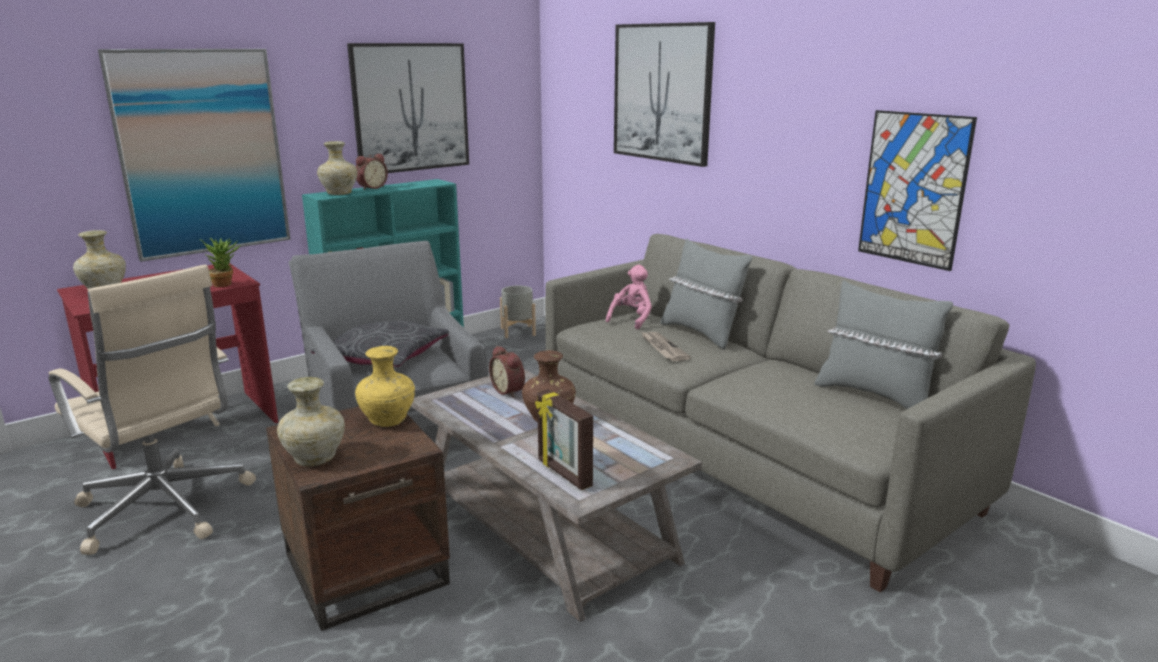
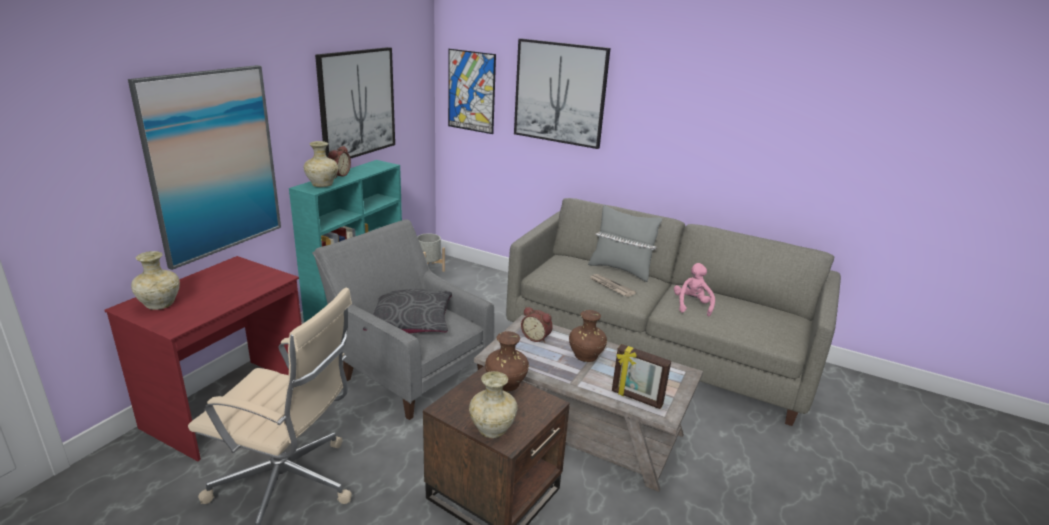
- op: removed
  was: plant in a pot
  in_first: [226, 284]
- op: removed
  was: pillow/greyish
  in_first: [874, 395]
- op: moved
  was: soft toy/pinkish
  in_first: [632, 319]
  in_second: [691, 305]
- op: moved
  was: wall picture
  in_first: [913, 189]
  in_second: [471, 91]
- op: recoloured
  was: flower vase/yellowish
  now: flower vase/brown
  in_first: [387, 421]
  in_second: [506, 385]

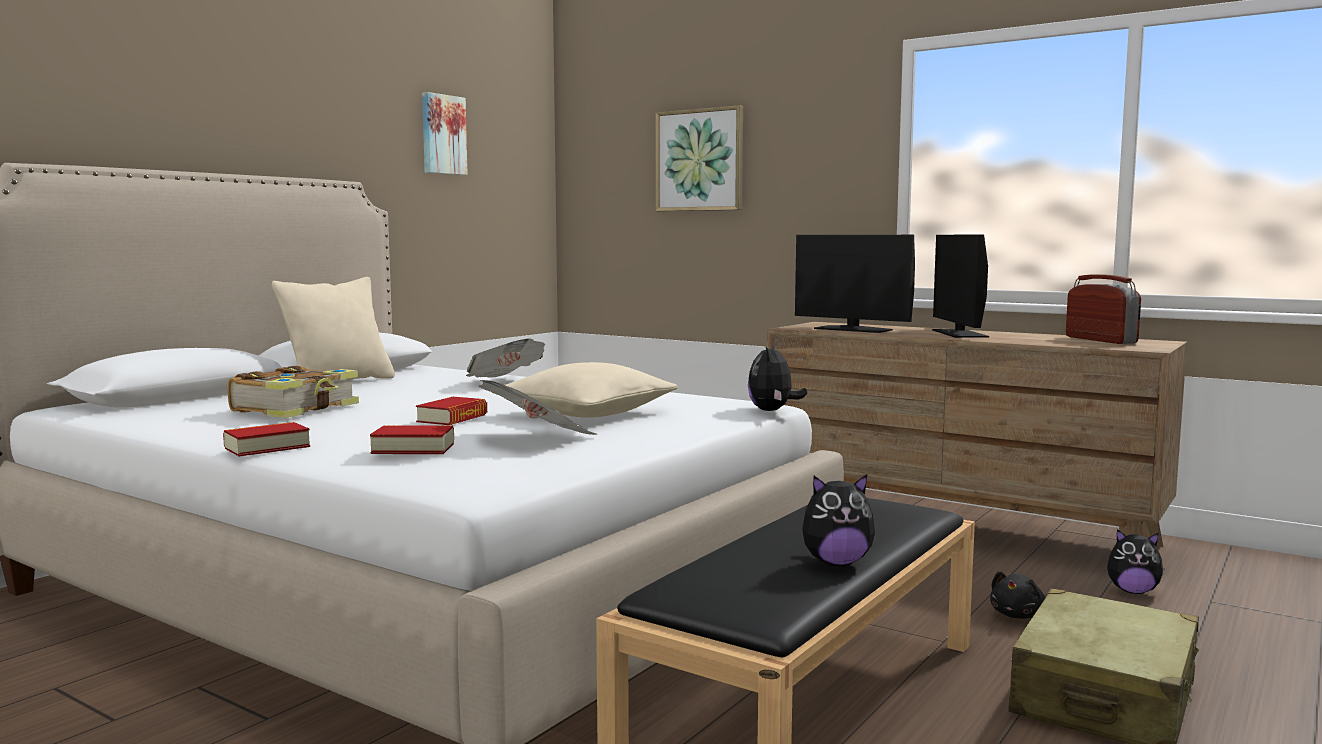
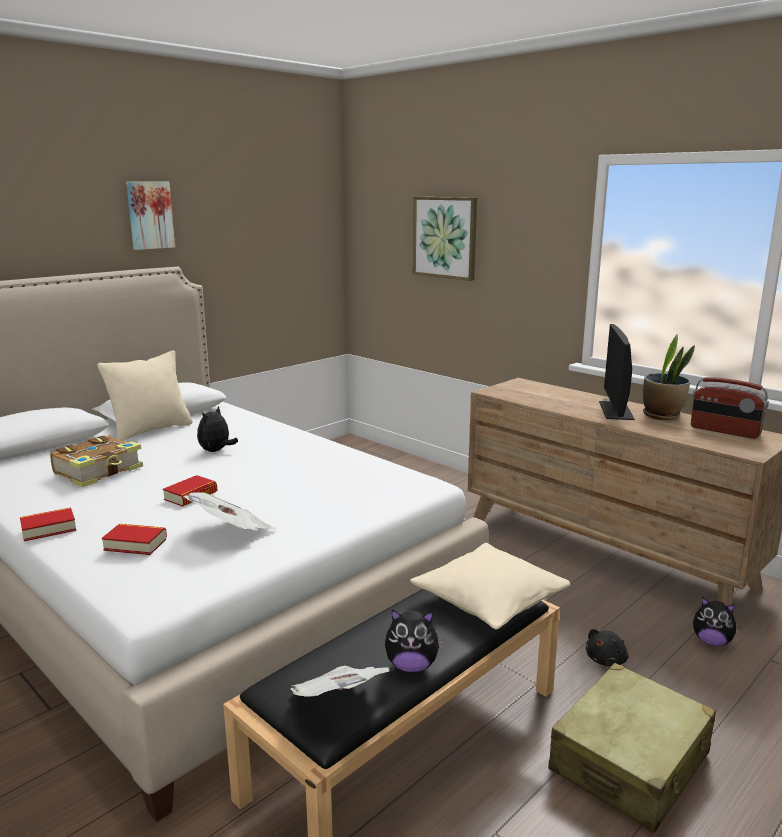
- op: removed
  was: computer screen
  in_first: [853, 329]
- op: added
  now: plant in a pot
  in_second: [662, 415]
- op: moved
  was: wall picture
  in_first: [442, 134]
  in_second: [149, 215]
- op: moved
  was: printed paper
  in_first: [505, 382]
  in_second: [340, 702]
- op: moved
  was: pillow/beige
  in_first: [586, 413]
  in_second: [489, 600]
- op: moved
  was: soft toy
  in_first: [772, 411]
  in_second: [216, 451]
- op: turned
  was: radio receiver
  in_first: [1101, 340]
  in_second: [724, 431]
  clockwise: 135

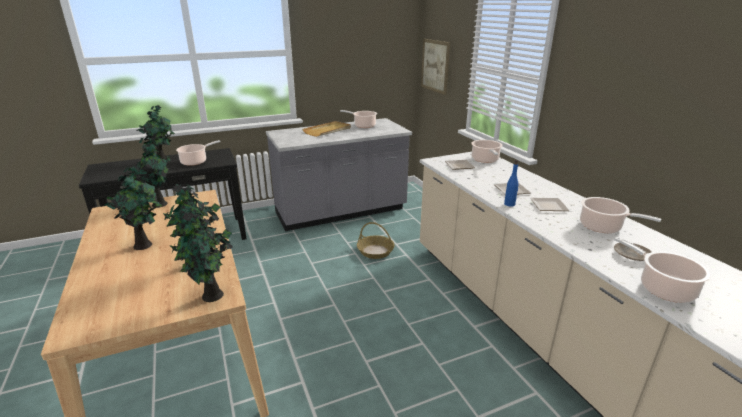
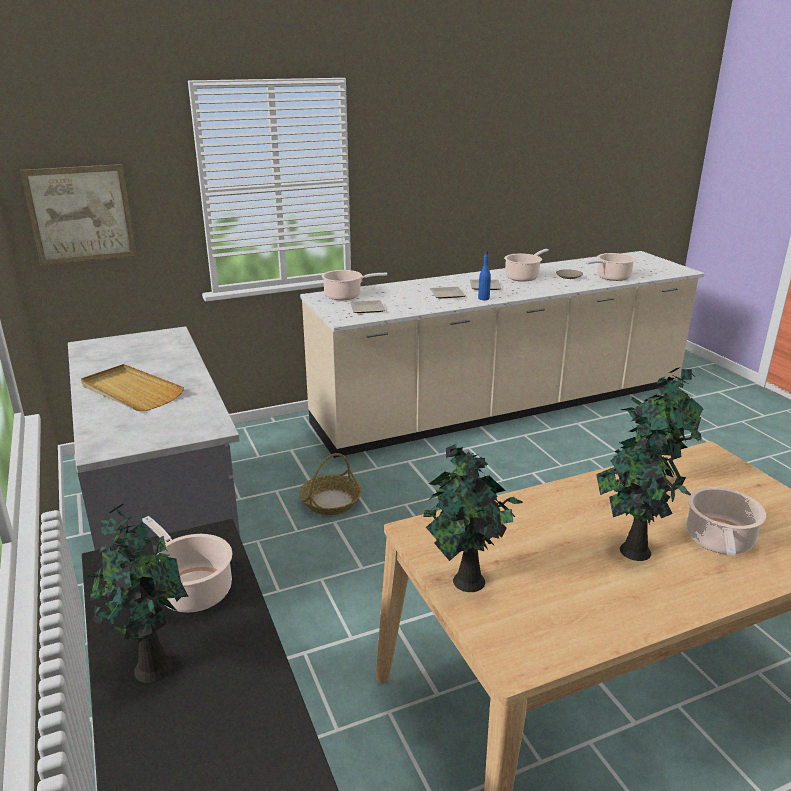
- op: removed
  was: plant in a pot
  in_first: [212, 296]
- op: moved
  was: saucepot
  in_first: [363, 126]
  in_second: [719, 541]

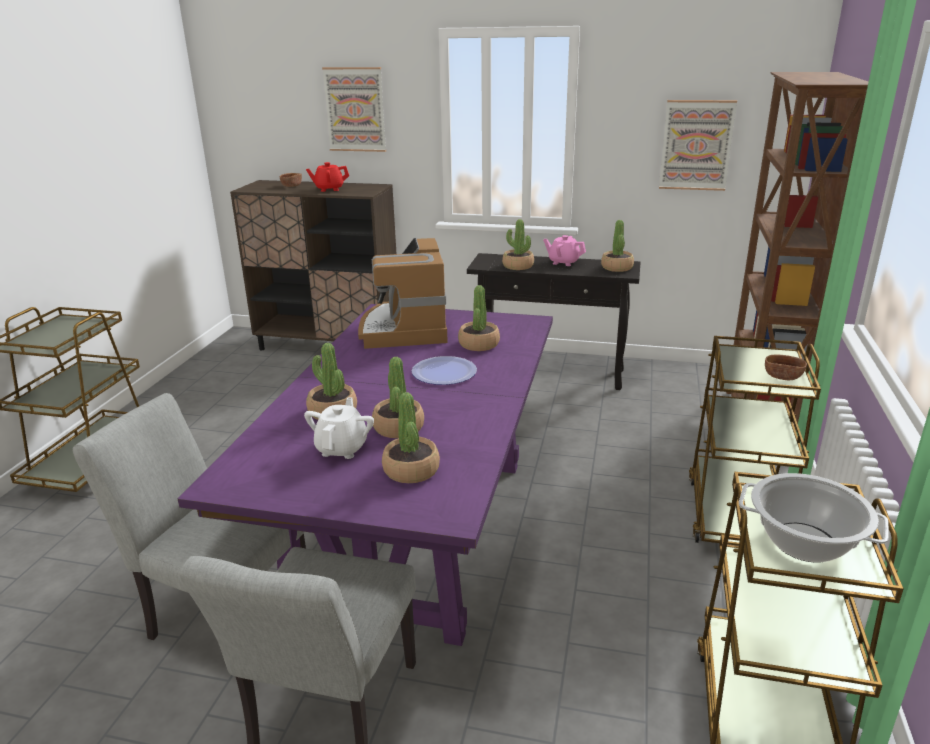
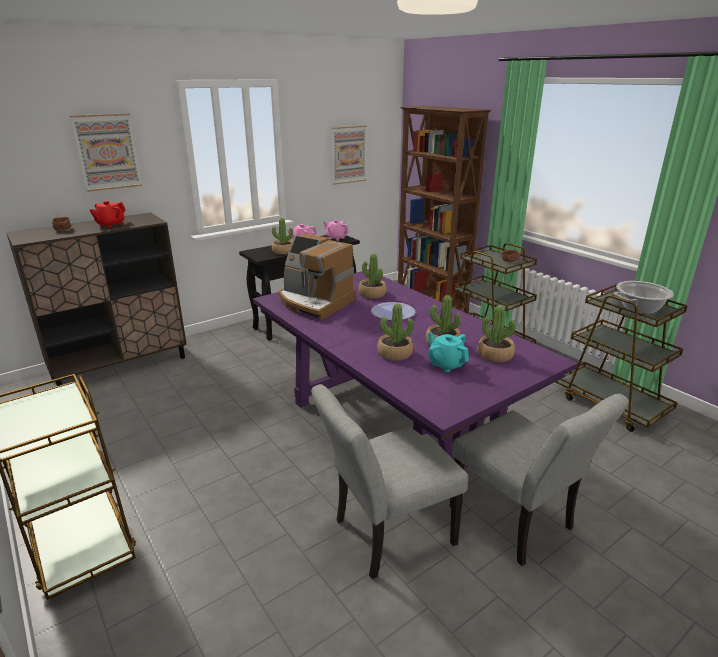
- op: replaced
  was: plant in a pot
  now: tea pot/pinkish
  in_first: [617, 268]
  in_second: [336, 238]
- op: recoloured
  was: tea pot/white-coloured
  now: tea pot/blue-green
  in_first: [342, 448]
  in_second: [446, 364]

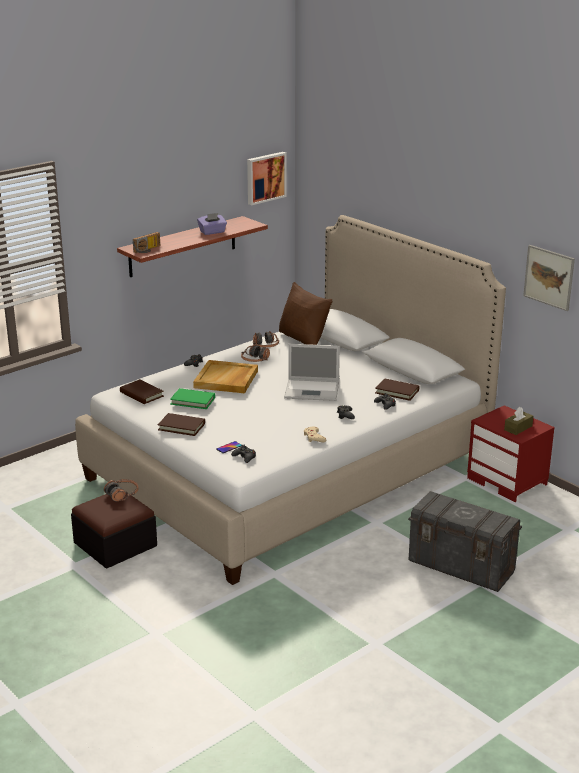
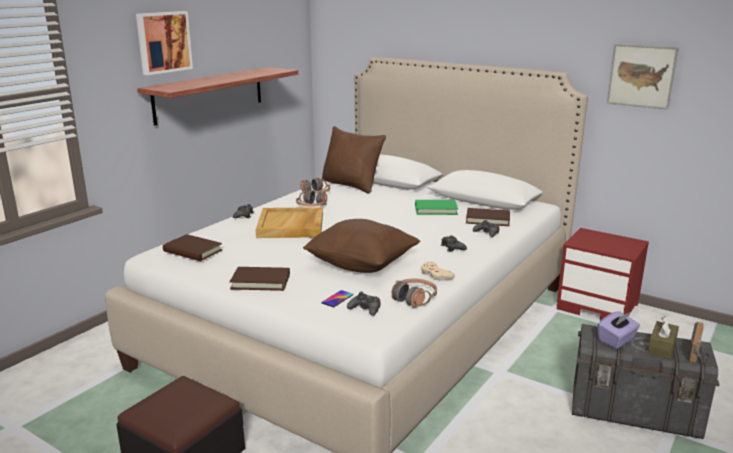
- op: removed
  was: notebook computer
  in_first: [313, 390]
- op: added
  now: pillow/brown
  in_second: [361, 266]
- op: moved
  was: headset
  in_first: [122, 494]
  in_second: [414, 299]
- op: moved
  was: radio receiver
  in_first: [148, 250]
  in_second: [699, 353]
- op: moved
  was: book/greenish
  in_first: [193, 401]
  in_second: [436, 210]
- op: moved
  was: tissue box/purplish
  in_first: [212, 232]
  in_second: [616, 340]
- op: moved
  was: wall picture
  in_first: [265, 177]
  in_second: [163, 42]
- op: moved
  was: tissue box/brown
  in_first: [518, 428]
  in_second: [662, 346]

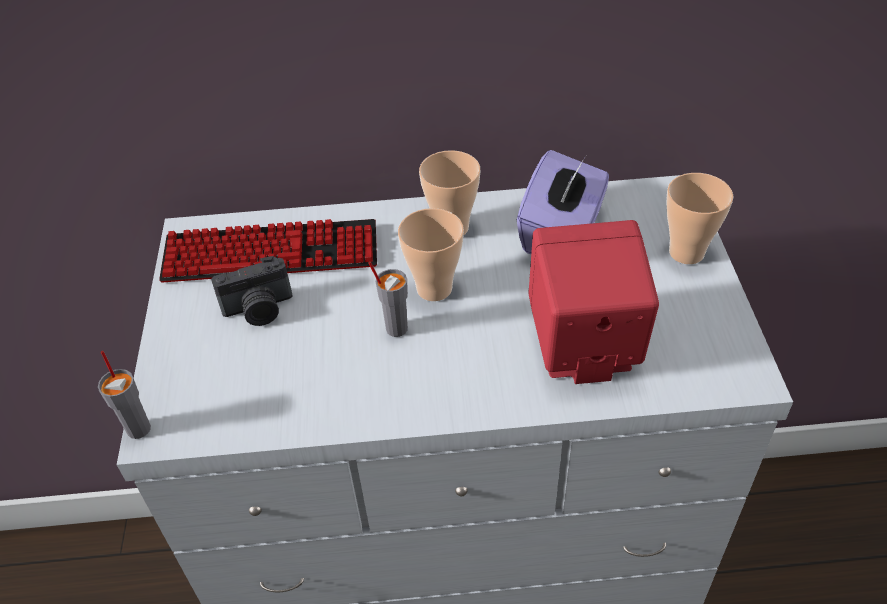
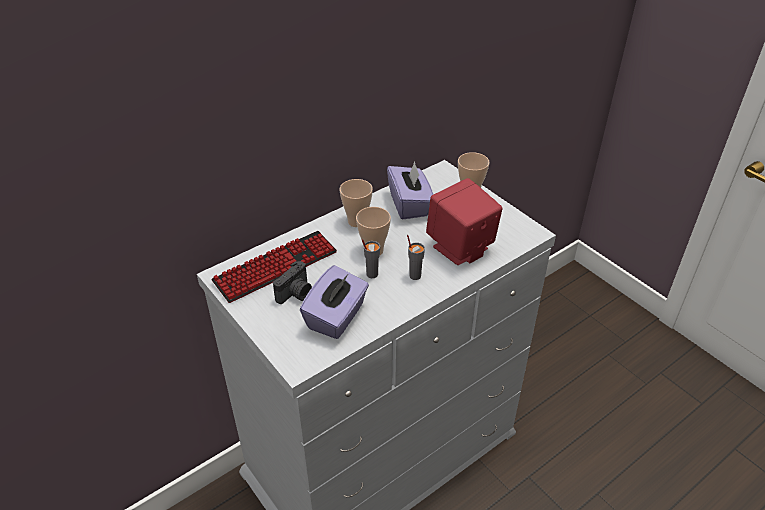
- op: added
  now: tissue box/purplish
  in_second: [336, 317]
- op: moved
  was: small cup/greyish
  in_first: [139, 428]
  in_second: [415, 275]

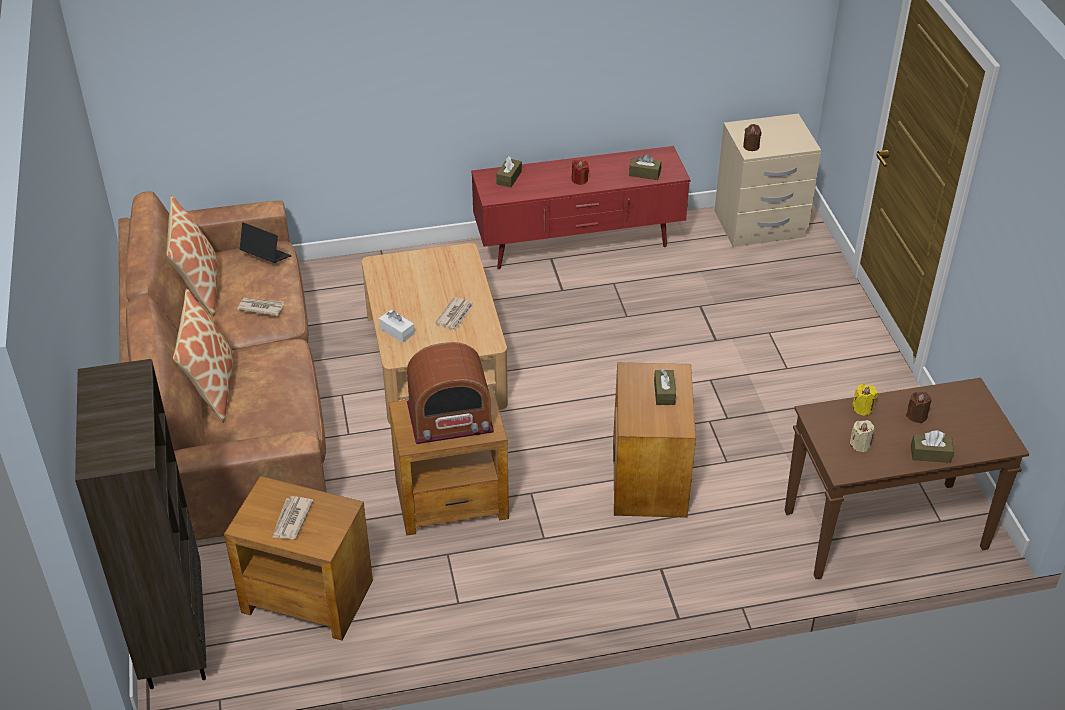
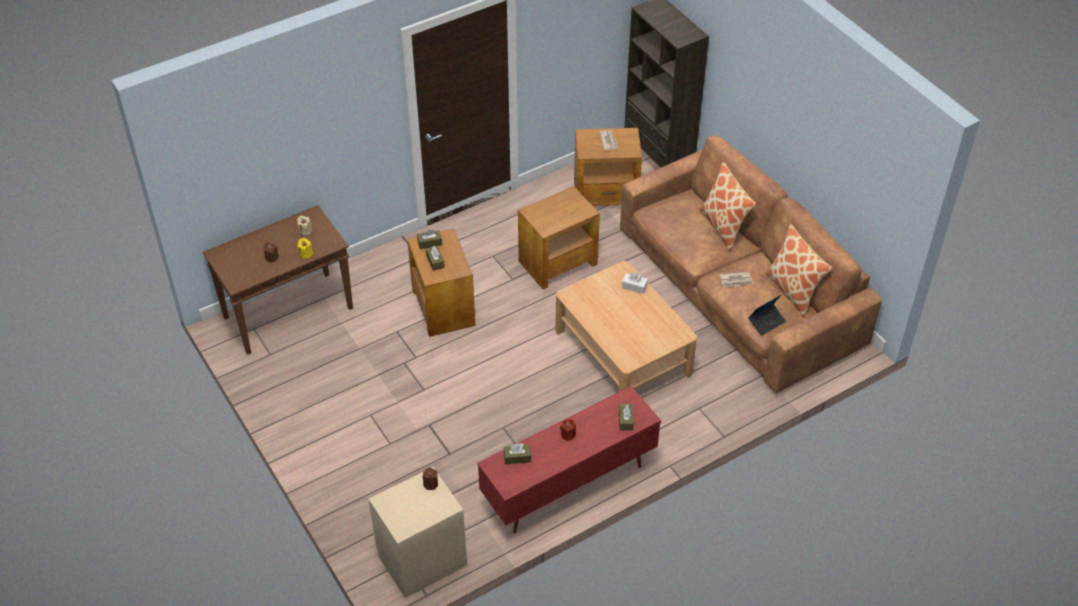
- op: removed
  was: radio receiver
  in_first: [450, 418]
- op: removed
  was: printed paper
  in_first: [455, 315]
- op: moved
  was: tissue box/brown
  in_first: [930, 454]
  in_second: [429, 243]
- op: turned
  was: notebook computer
  in_first: [266, 256]
  in_second: [766, 322]
  clockwise: -45

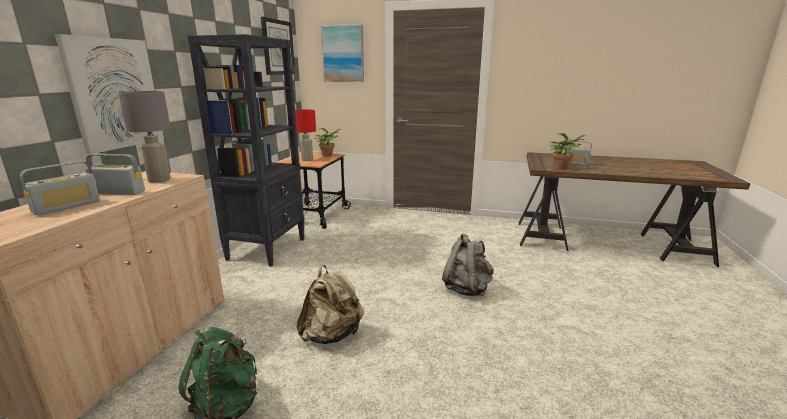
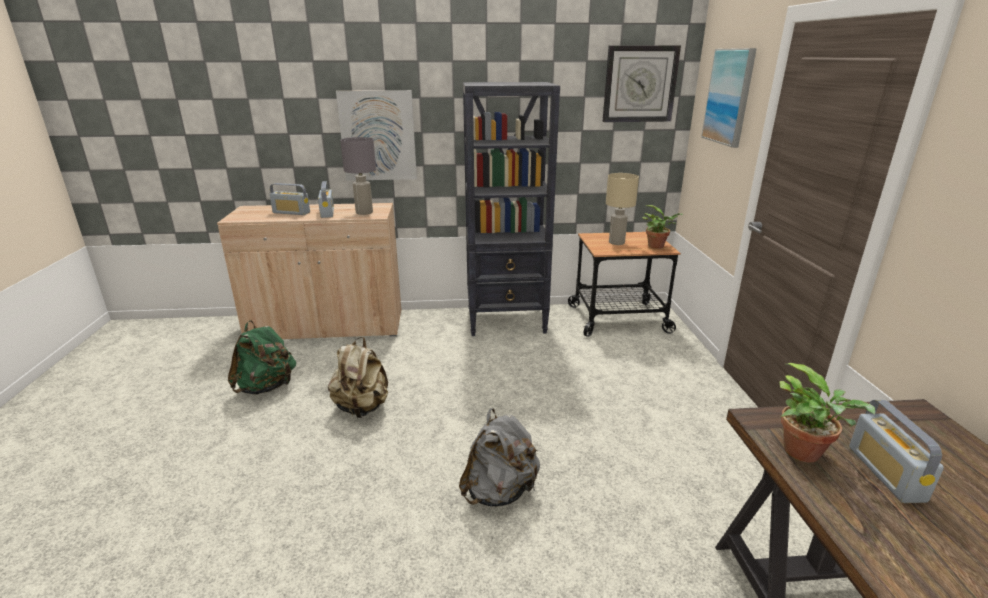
- op: recoloured
  was: table lamp/red-coloured
  now: table lamp/beige
  in_first: [307, 160]
  in_second: [616, 243]

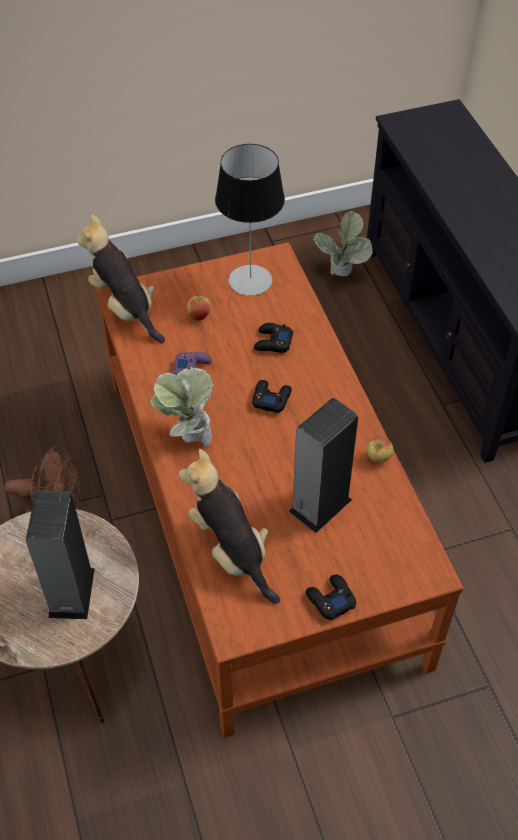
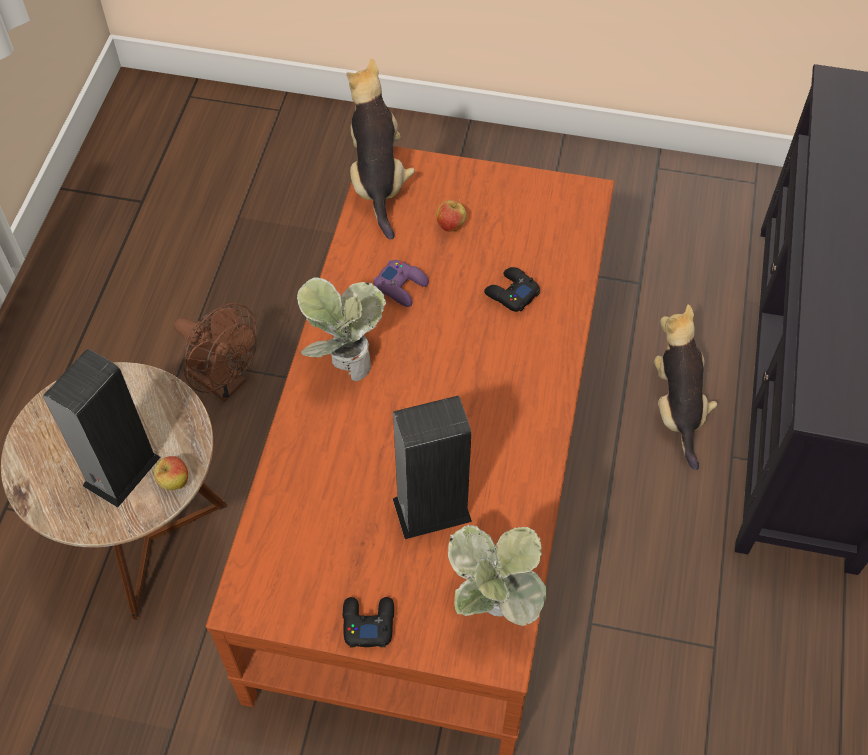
- op: removed
  was: table lamp
  in_first: [250, 280]
- op: removed
  was: joypad/blackish
  in_first: [271, 398]
- op: moved
  was: soft toy
  in_first: [231, 550]
  in_second: [677, 407]
- op: moved
  was: plant in a pot
  in_first: [341, 277]
  in_second: [492, 609]
- op: moved
  was: whole apple
  in_first: [378, 458]
  in_second: [174, 482]

